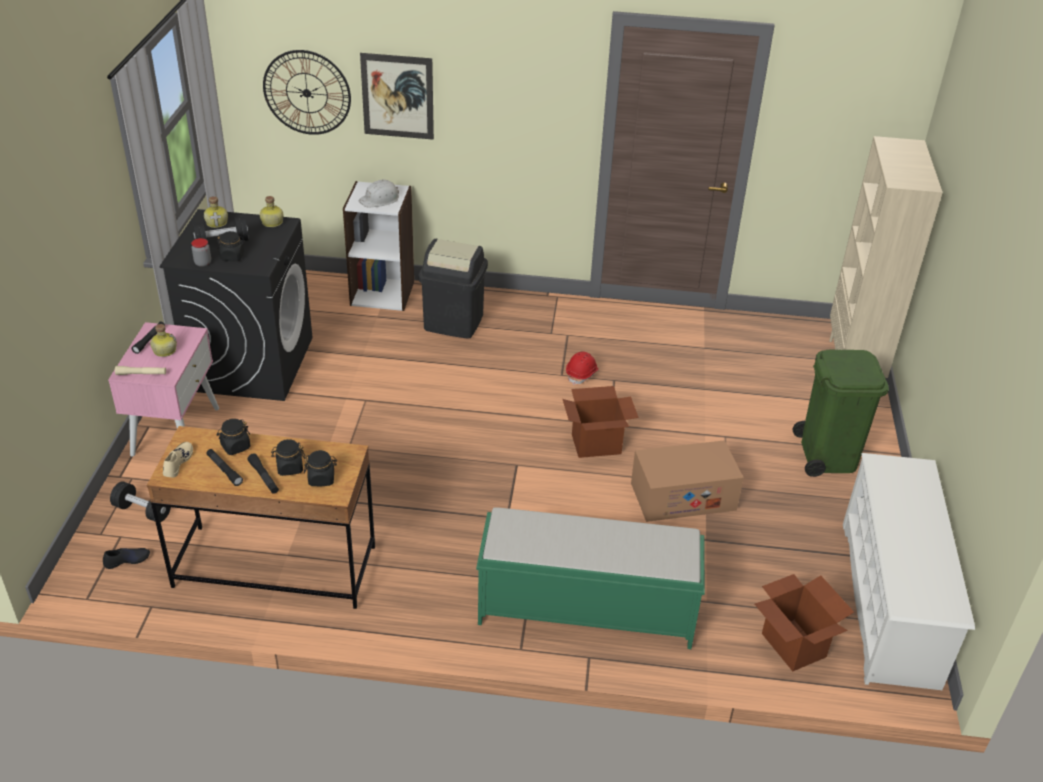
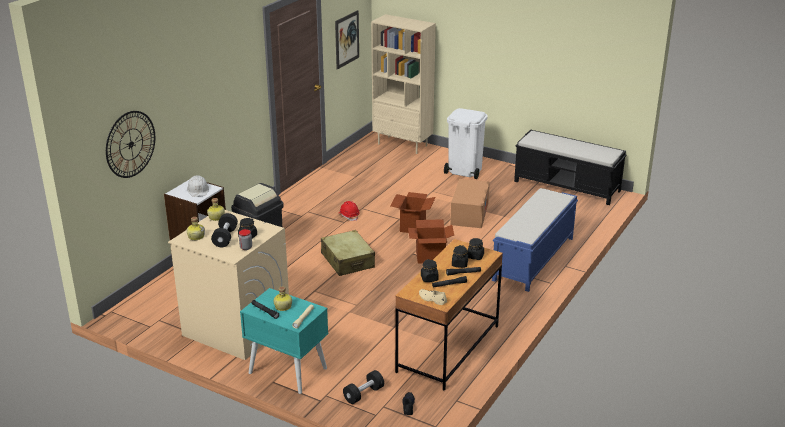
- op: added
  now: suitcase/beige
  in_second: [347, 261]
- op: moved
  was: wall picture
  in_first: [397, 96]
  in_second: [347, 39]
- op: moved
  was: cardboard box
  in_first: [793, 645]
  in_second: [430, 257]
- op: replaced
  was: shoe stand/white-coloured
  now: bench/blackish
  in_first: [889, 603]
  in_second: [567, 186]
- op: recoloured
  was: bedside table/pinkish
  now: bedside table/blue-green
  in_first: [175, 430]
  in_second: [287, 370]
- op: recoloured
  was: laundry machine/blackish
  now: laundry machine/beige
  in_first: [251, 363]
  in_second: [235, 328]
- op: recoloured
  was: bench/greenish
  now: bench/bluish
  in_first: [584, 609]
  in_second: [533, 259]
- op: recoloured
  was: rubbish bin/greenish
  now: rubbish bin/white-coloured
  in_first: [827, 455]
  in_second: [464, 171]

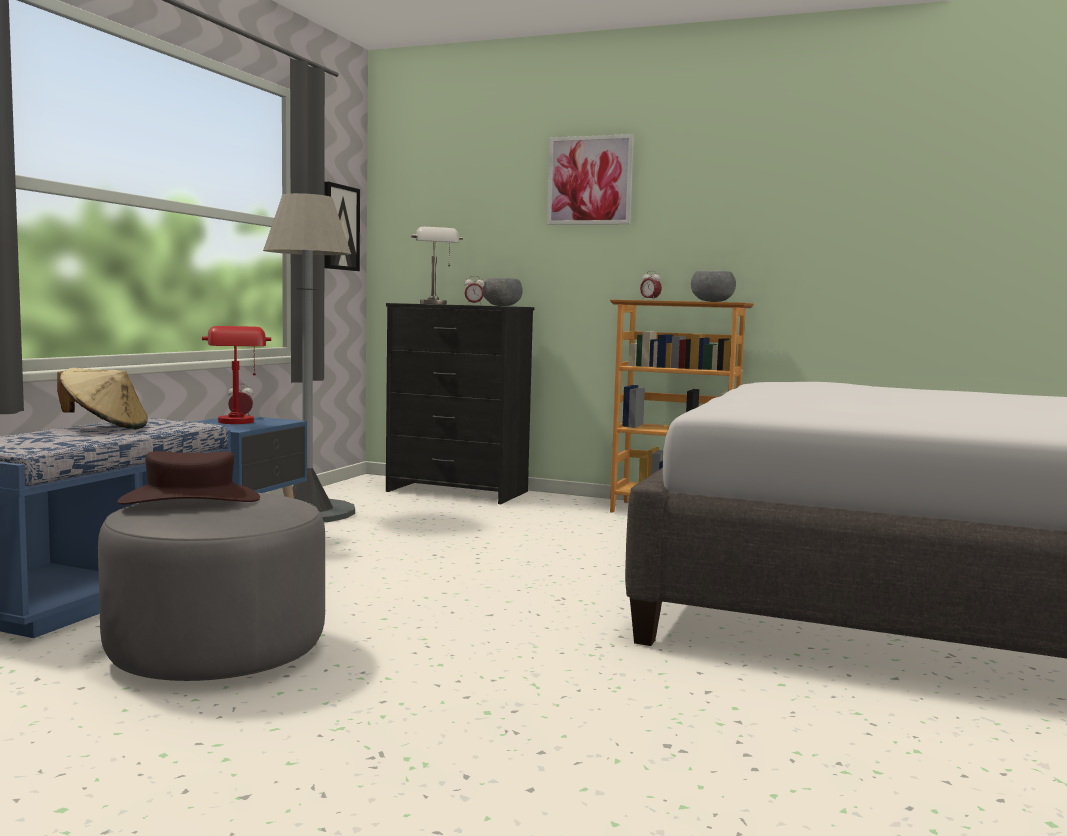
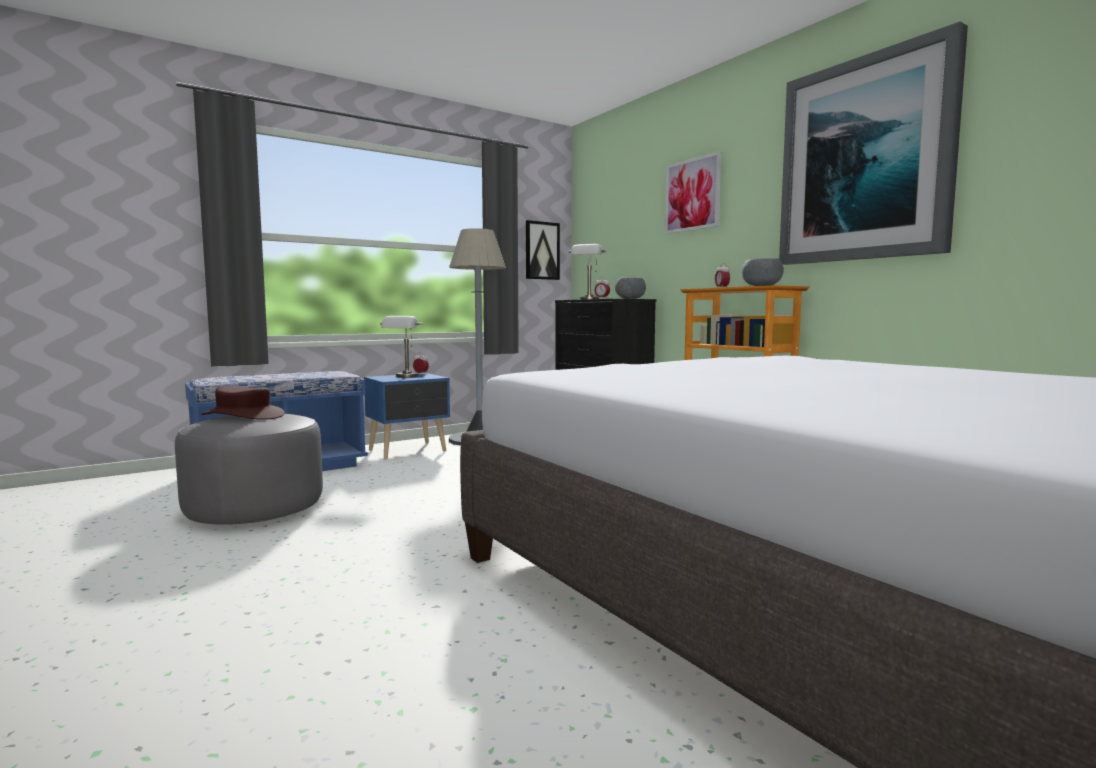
- op: removed
  was: hat/beige
  in_first: [105, 427]
- op: added
  now: wall picture
  in_second: [865, 161]
- op: recoloured
  was: table lamp/red-coloured
  now: table lamp/greyish
  in_first: [238, 423]
  in_second: [404, 377]

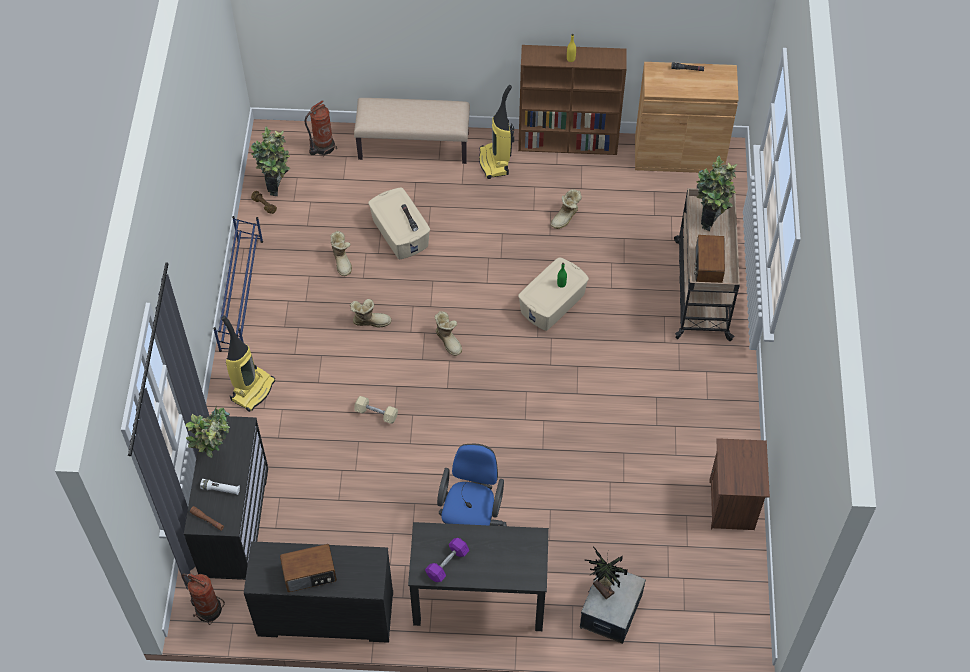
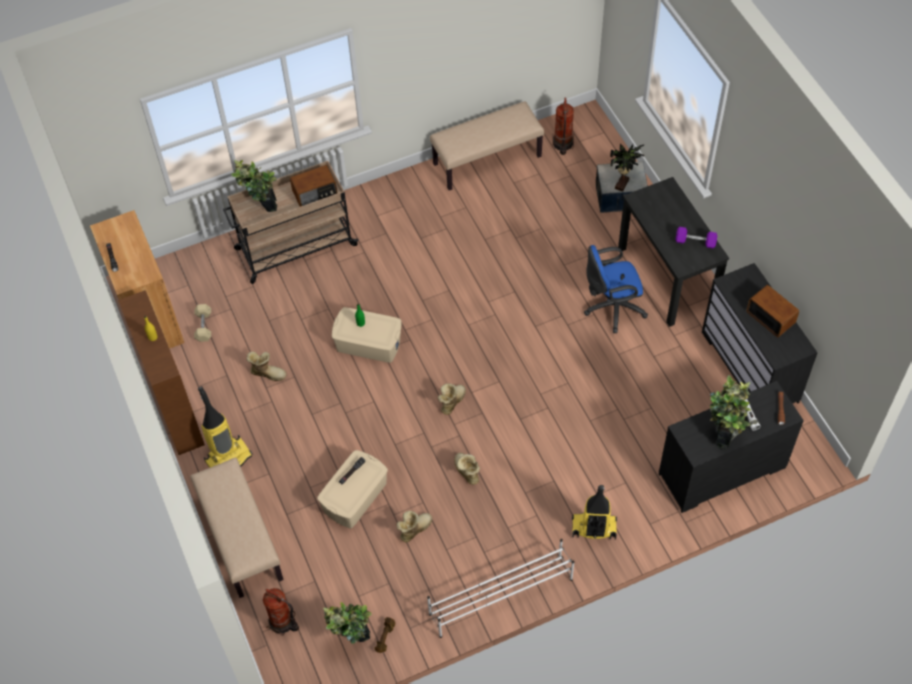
- op: moved
  was: fire extinguisher
  in_first: [207, 609]
  in_second: [562, 144]
- op: moved
  was: hand weight/beige
  in_first: [376, 413]
  in_second: [204, 326]
- op: replaced
  was: bedside table/brown
  now: bench/beige
  in_first: [733, 505]
  in_second: [487, 159]
- op: recoloured
  was: shoe stand/bluish
  now: shoe stand/white-coloured
  in_first: [242, 294]
  in_second: [500, 596]

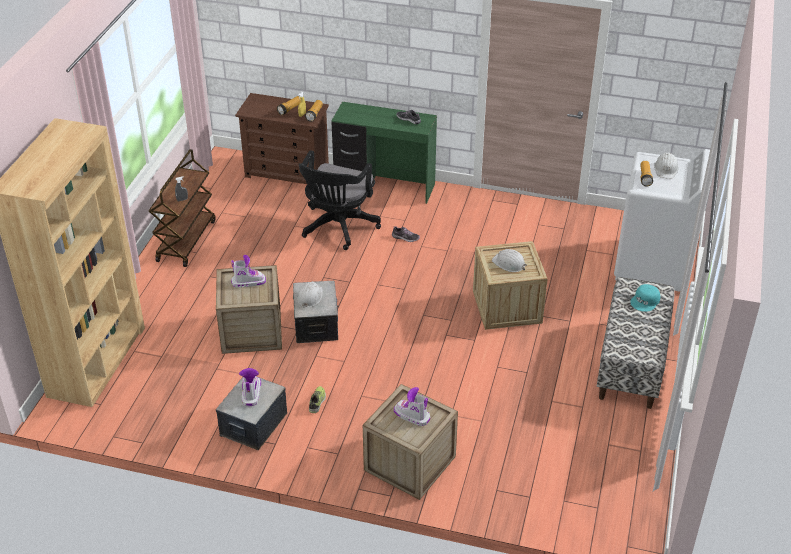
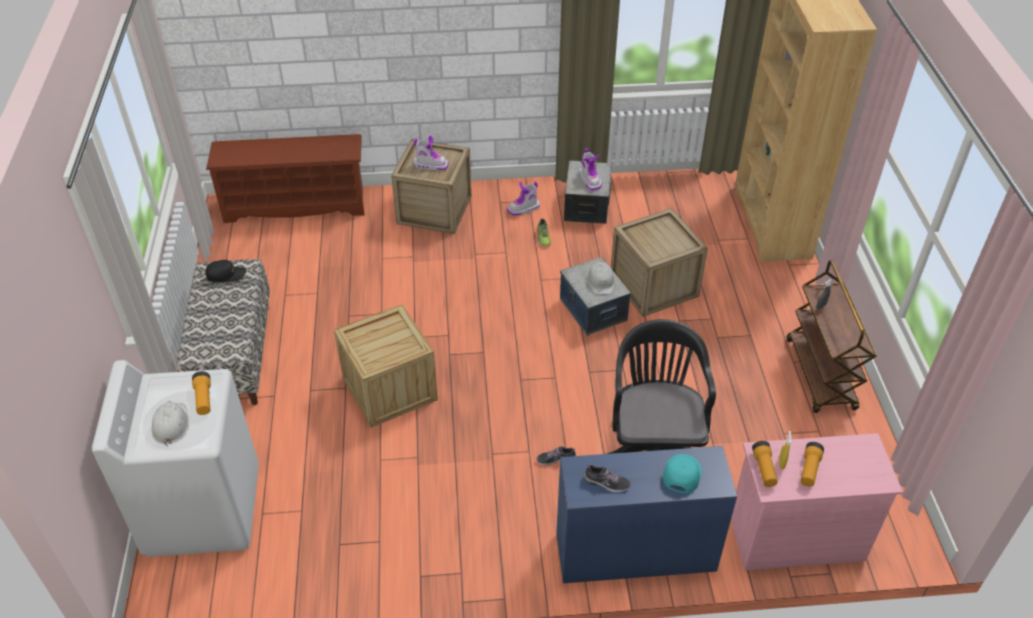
- op: removed
  was: work helmet/white-coloured
  in_first: [509, 263]
- op: added
  now: shoe stand/brown
  in_second: [296, 205]
- op: added
  now: baseball cap/blackish
  in_second: [226, 275]
- op: moved
  was: boot
  in_first: [248, 282]
  in_second: [524, 209]
- op: moved
  was: baseball cap/blue-green
  in_first: [645, 301]
  in_second: [681, 474]
- op: recoloured
  was: drawer chest/brown
  now: drawer chest/pinkish
  in_first: [287, 172]
  in_second: [795, 537]
- op: recoloured
  was: desk/greenish
  now: desk/bluish
  in_first: [384, 187]
  in_second: [634, 551]

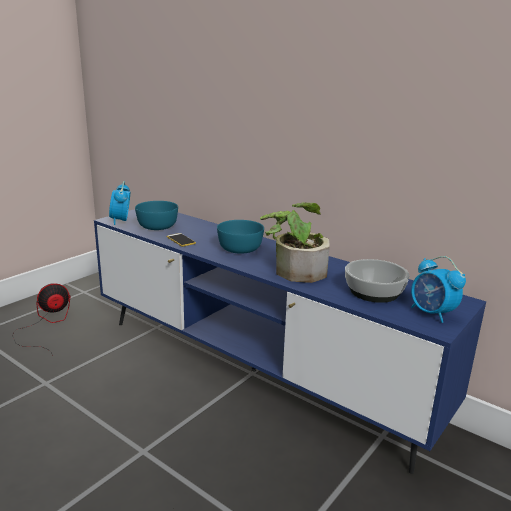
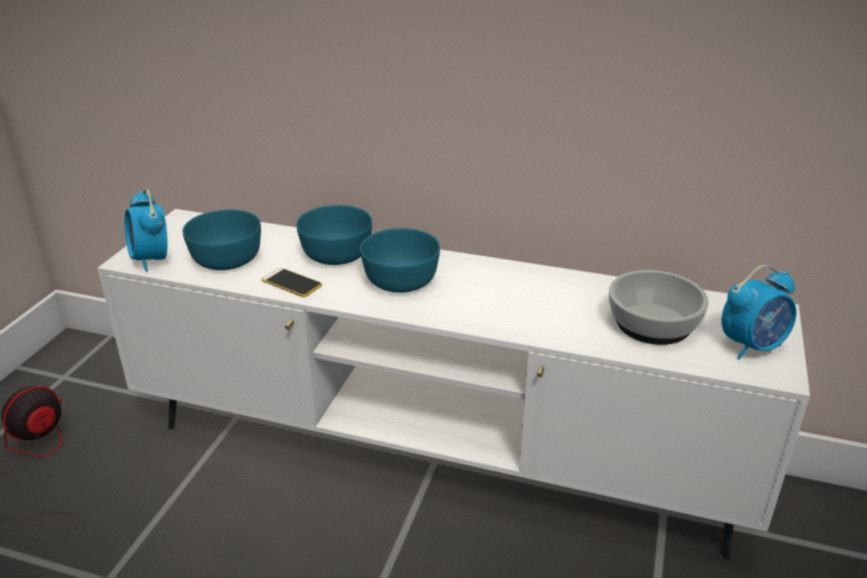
- op: removed
  was: plant in a pot
  in_first: [295, 269]
- op: added
  now: serving bowl/blue-green
  in_second: [335, 253]
- op: recoloured
  was: tv stand/bluish
  now: tv stand/white-coloured
  in_first: [253, 370]
  in_second: [434, 455]
- op: turned
  was: table clock
  in_first: [432, 313]
  in_second: [752, 346]
  clockwise: -60

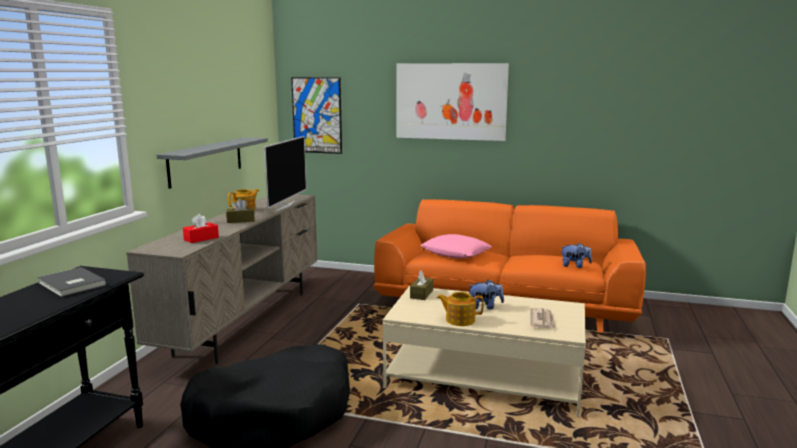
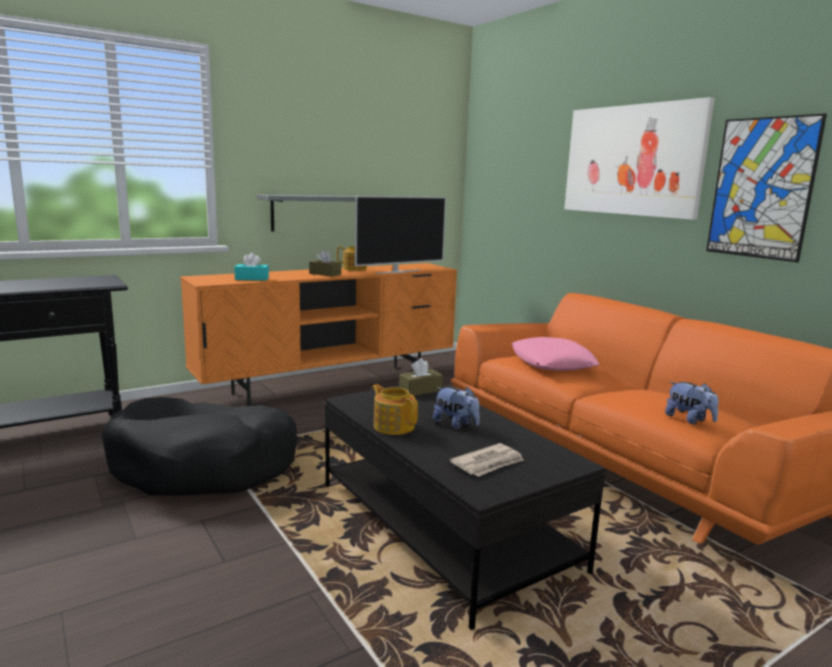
- op: removed
  was: book/greyish
  in_first: [70, 284]
- op: moved
  was: wall picture
  in_first: [317, 115]
  in_second: [761, 188]
- op: recoloured
  was: tv stand/beige
  now: tv stand/orange-coloured
  in_first: [246, 321]
  in_second: [331, 386]
- op: recoloured
  was: tissue box/red-coloured
  now: tissue box/blue-green
  in_first: [201, 239]
  in_second: [252, 279]
- op: recoloured
  was: lounge table/beige
  now: lounge table/blackish
  in_first: [484, 378]
  in_second: [444, 526]

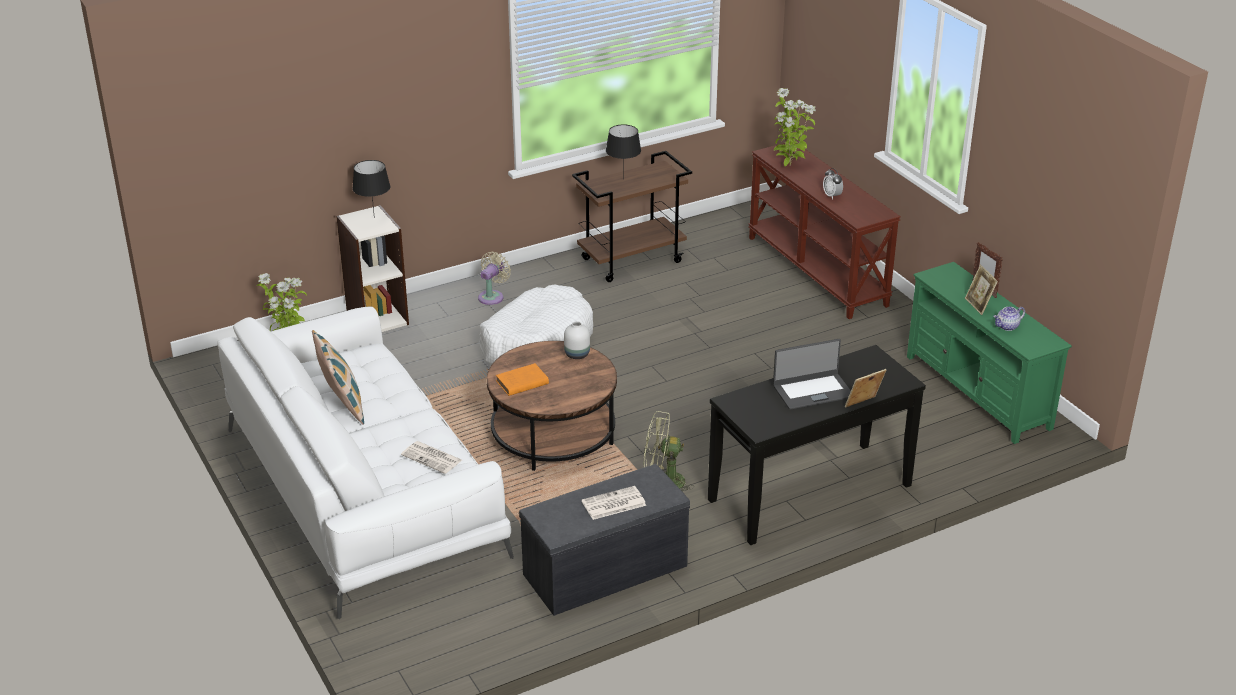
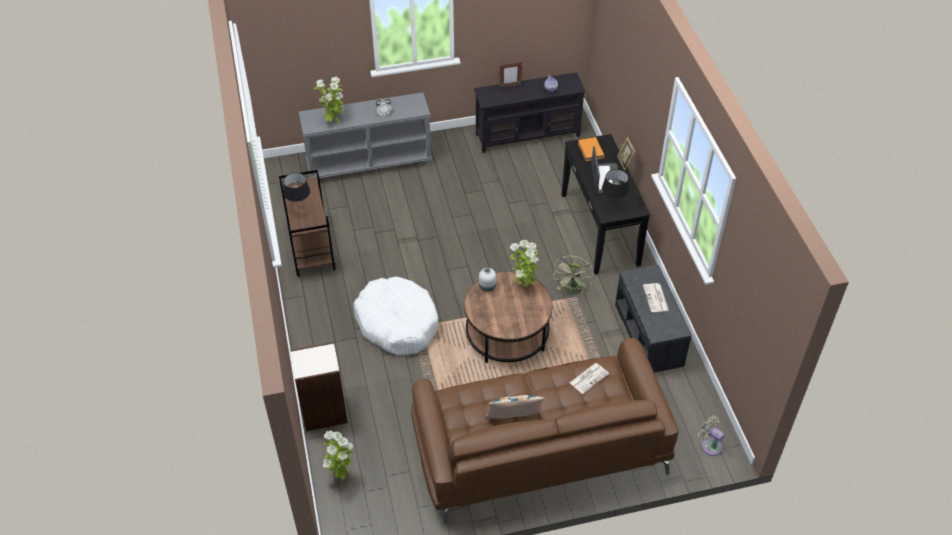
- op: removed
  was: photo frame
  in_first: [978, 305]
- op: added
  now: plant in a pot
  in_second: [523, 286]
- op: moved
  was: table lamp/blackish
  in_first: [374, 217]
  in_second: [612, 206]
- op: moved
  was: electric fan/beige
  in_first: [492, 296]
  in_second: [709, 445]
- op: moved
  was: book/orange-coloured
  in_first: [521, 383]
  in_second: [591, 151]
- op: recoloured
  was: couch/white-coloured
  now: couch/brown
  in_first: [362, 490]
  in_second: [538, 447]
- op: recoloured
  was: console table/brown
  now: console table/greyish
  in_first: [818, 271]
  in_second: [369, 164]
- op: recoloured
  was: tv stand/greenish
  now: tv stand/blackish
  in_first: [978, 392]
  in_second: [527, 135]

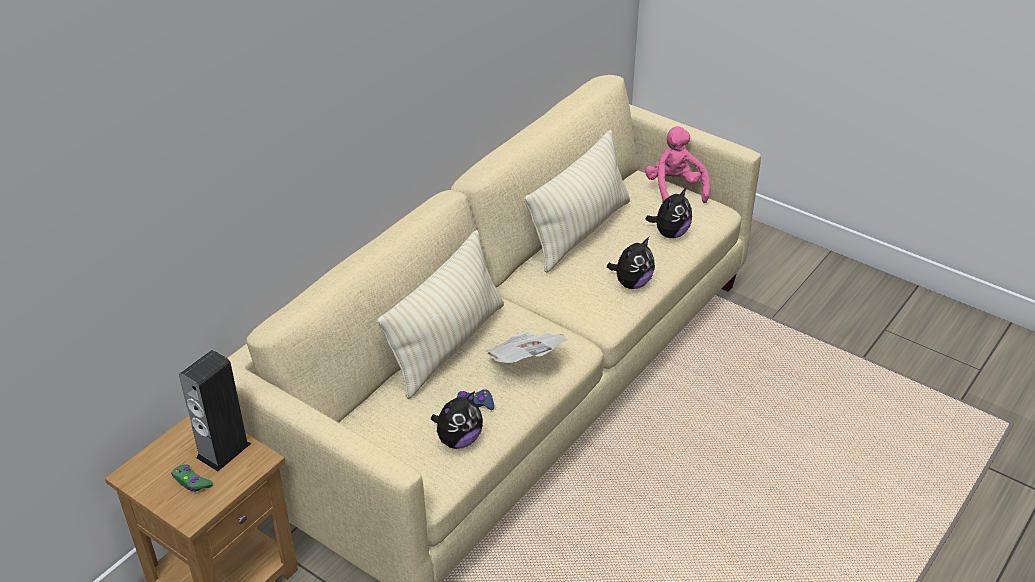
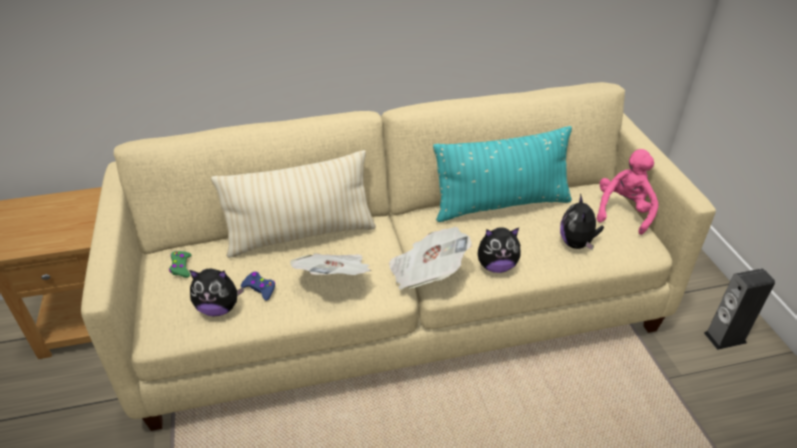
- op: added
  now: printed paper
  in_second: [426, 273]
- op: moved
  was: joypad/greenish
  in_first: [191, 482]
  in_second: [181, 267]
- op: moved
  was: audio speaker
  in_first: [223, 450]
  in_second: [725, 337]
- op: recoloured
  was: pillow/beige
  now: pillow/blue-green
  in_first: [579, 231]
  in_second: [501, 205]
- op: turned
  was: soft toy
  in_first: [670, 233]
  in_second: [577, 243]
  clockwise: 105

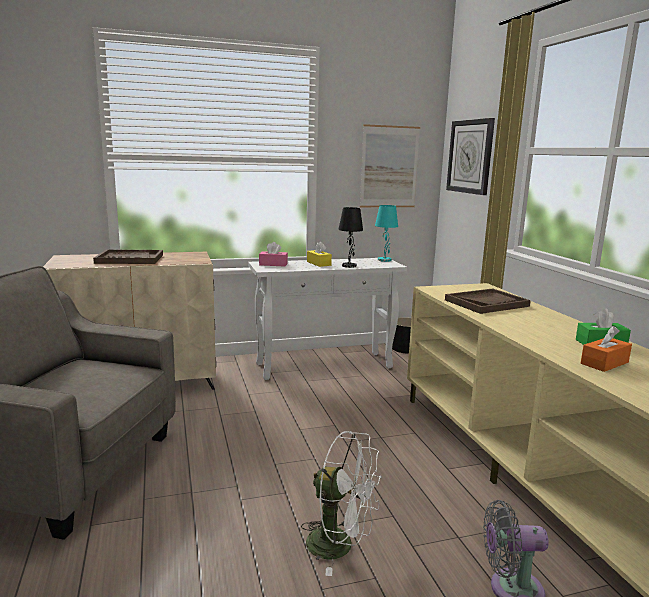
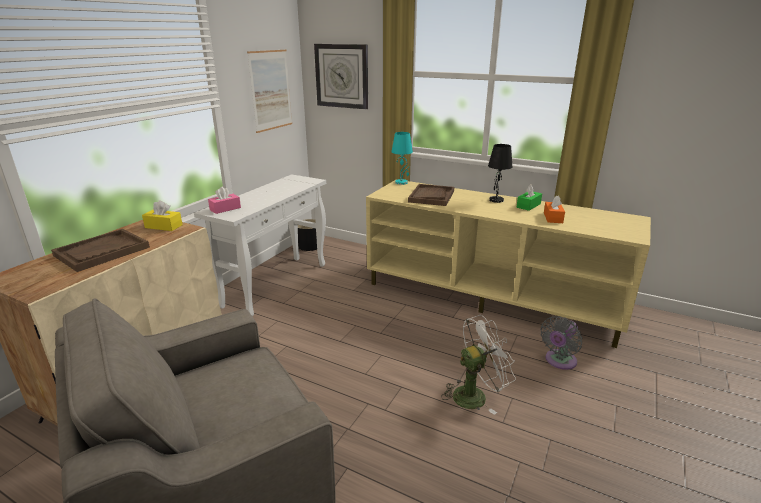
- op: moved
  was: tissue box/yellowish
  in_first: [318, 263]
  in_second: [163, 226]
- op: moved
  was: table lamp/blackish
  in_first: [349, 266]
  in_second: [496, 200]
- op: moved
  was: table lamp/blue-green
  in_first: [385, 260]
  in_second: [401, 182]

